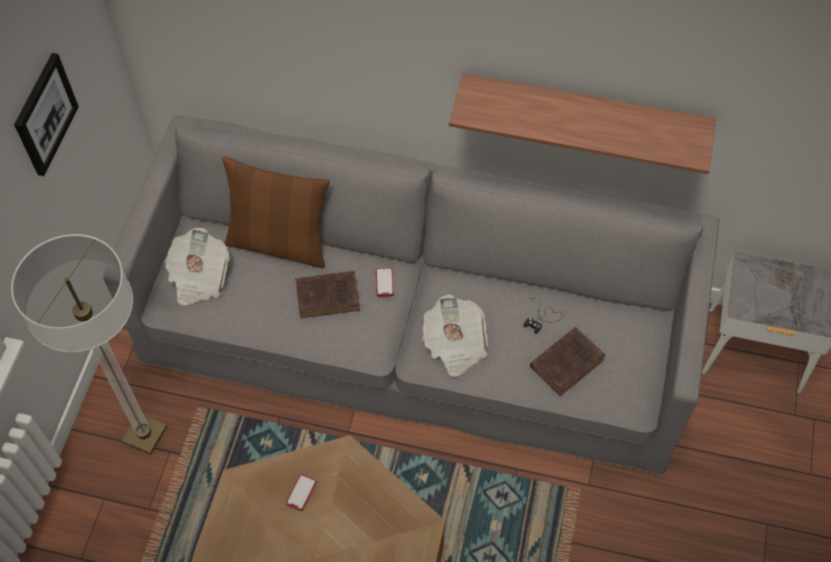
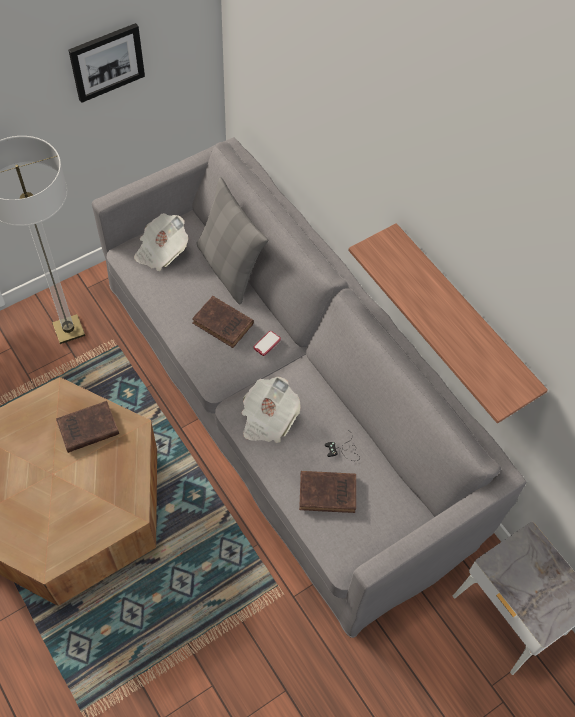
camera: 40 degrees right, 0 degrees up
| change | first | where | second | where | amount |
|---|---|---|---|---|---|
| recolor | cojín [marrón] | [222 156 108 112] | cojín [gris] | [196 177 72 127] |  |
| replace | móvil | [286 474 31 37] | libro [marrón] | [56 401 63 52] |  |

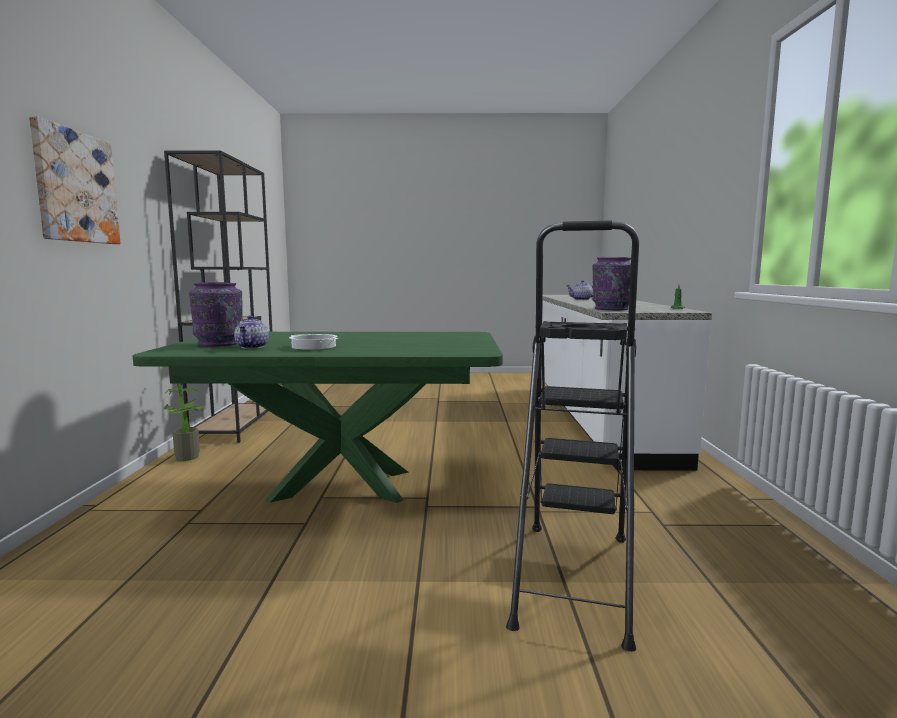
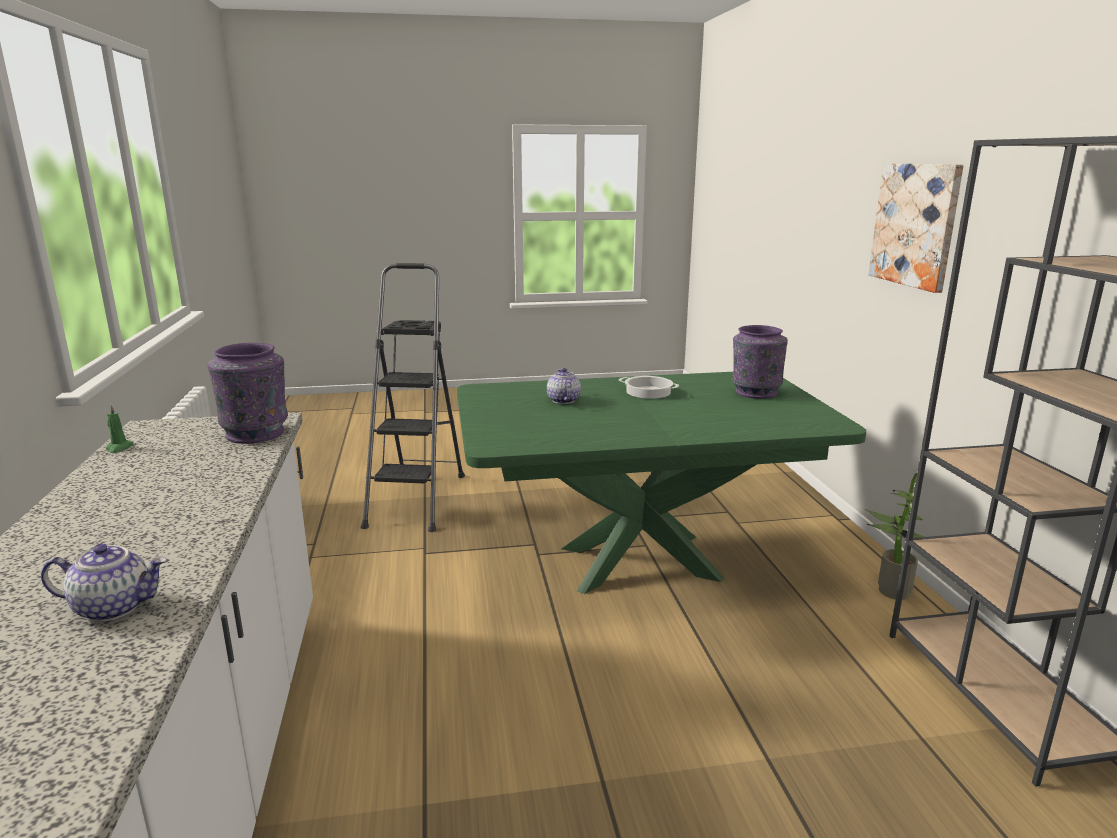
camera: 170 degrees right, 10 degrees up
| change | first | where | second | where | amount |
|---|---|---|---|---|---|
| move | tetera | [234 315 35 34] |  | [547 368 34 36] |  |

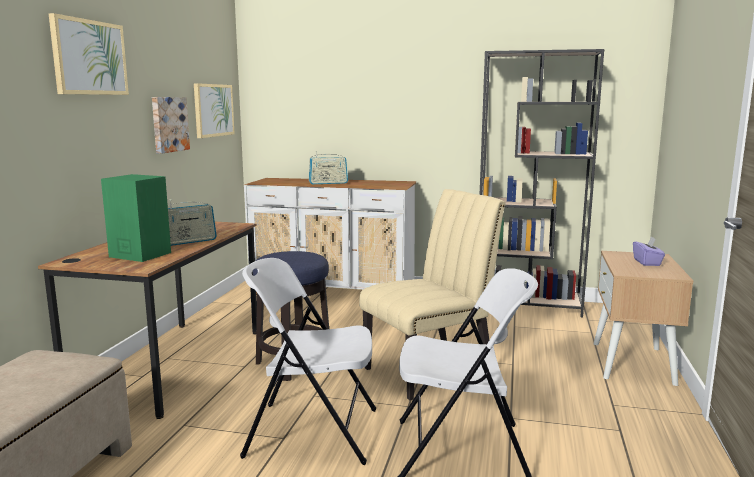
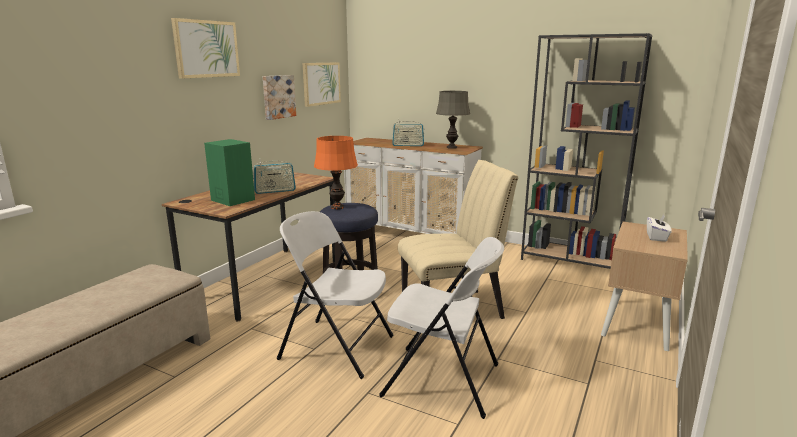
camera: 15 degrees right, 5 degrees up
| change | first | where | second | where | amount |
|---|---|---|---|---|---|
| recolor | caja de pañuelos [morado] | [633 236 32 30] | caja de pañuelos [blanco] | [647 214 25 28] |  |
| insert |  |  | lámpara de mesa [naranja] | [314 136 44 73] |  |
| insert |  |  | lámpara de mesa [gris] | [436 91 34 58] |  |

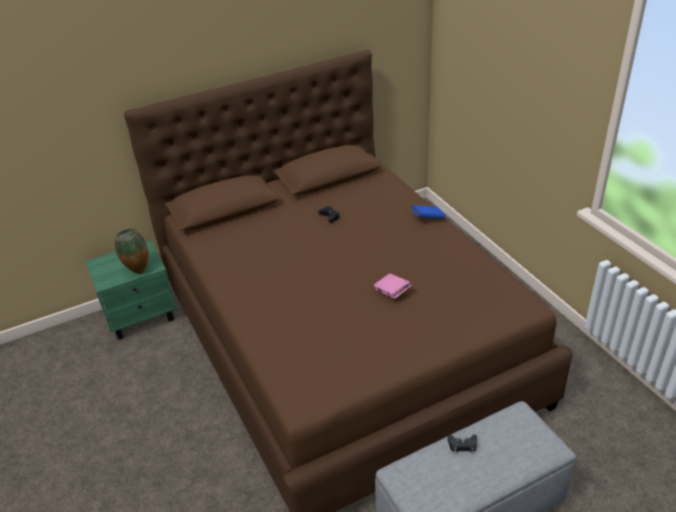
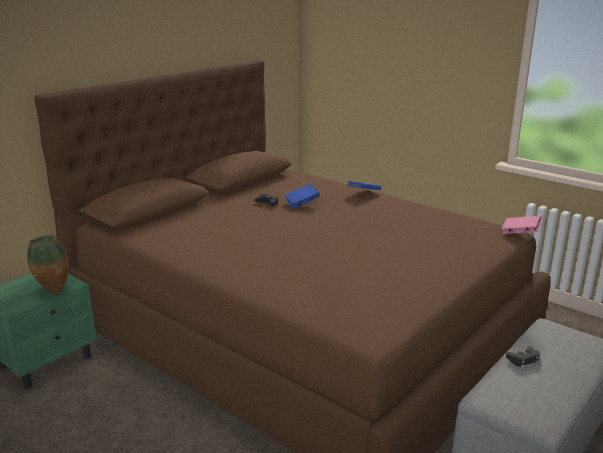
camera: 25 degrees left, 15 degrees down
| change | first | where | second | where | amount |
|---|---|---|---|---|---|
| move | libro [rosa] | [373 274 39 25] |  | [502 215 40 19] |  |
| insert |  |  | libro [azul] | [285 184 35 24] |  |

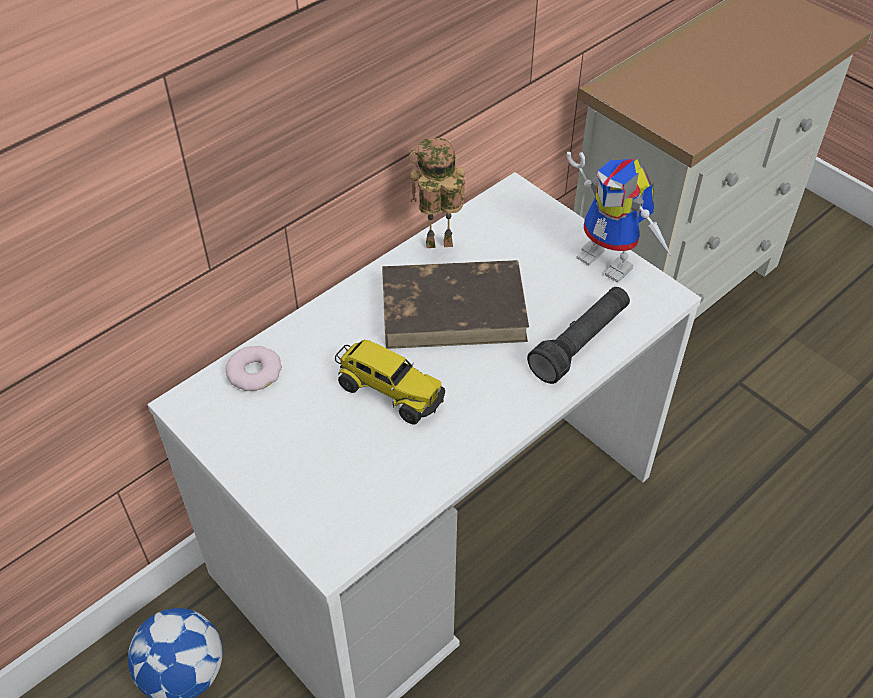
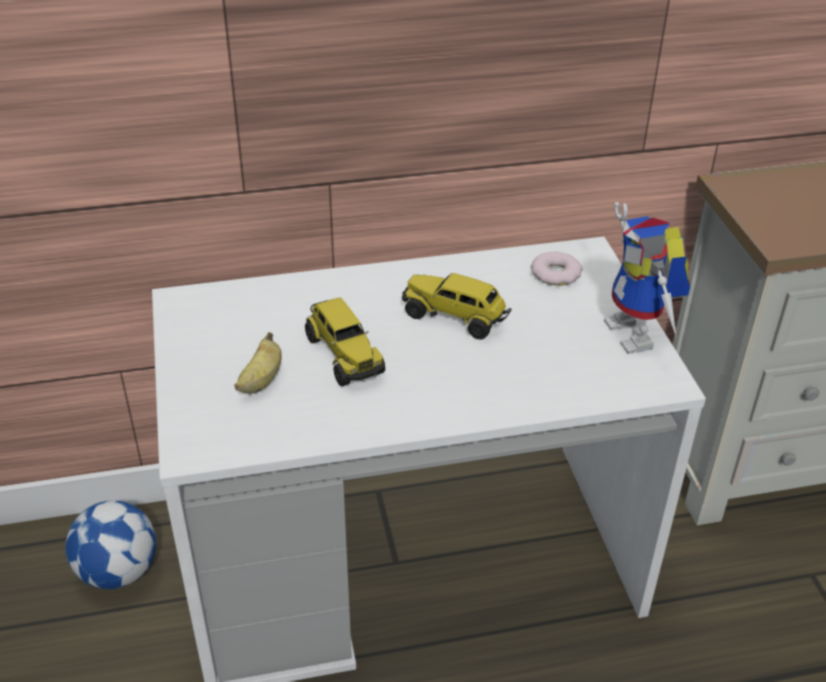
camera: 30 degrees right, 10 degrees down
| change | first | where | second | where | amount |
|---|---|---|---|---|---|
| move | rosquilla | [226 346 56 45] |  | [531 251 51 35] |  |
| replace | libro [marrón] | [382 260 147 89] | camión de juguete | [402 273 110 67] |  |
| delete | robot de juguete | [409 138 56 110] |  |  |  |
| delete | linterna [negro] | [527 287 103 97] |  |  |  |
| insert |  |  | plátano | [234 332 48 61] |  |

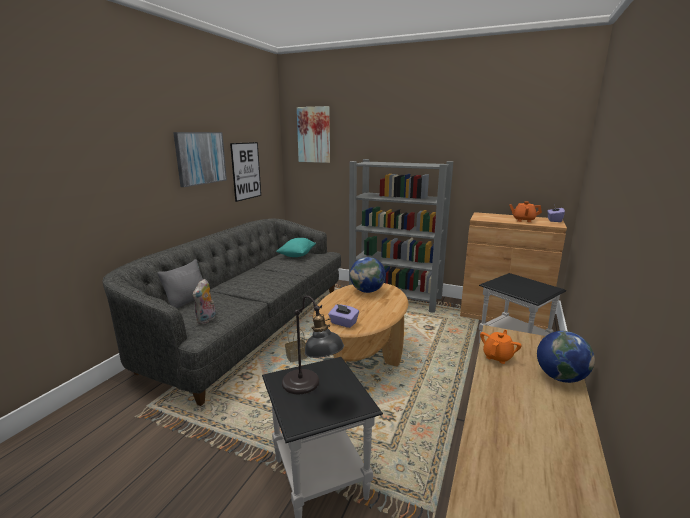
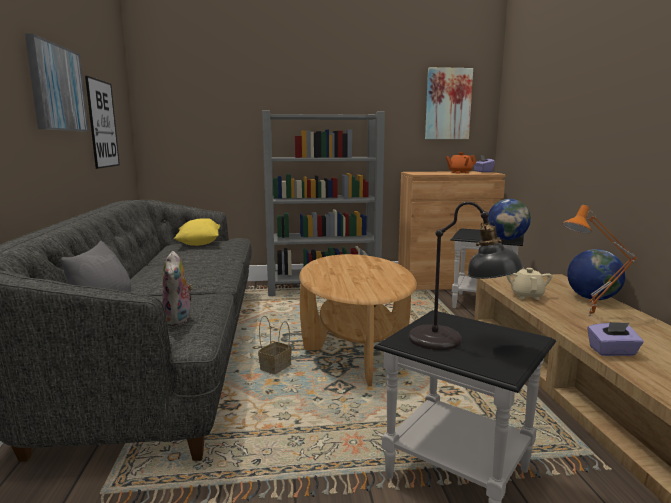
camera: 30 degrees left, 5 degrees down
| change | first | where | second | where | amount |
|---|---|---|---|---|---|
| recolor | cojín [turquesa] | [276 238 40 19] | cojín [amarillo] | [174 218 46 28] |  |
| move | cuadro | [297 106 33 57] |  | [425 67 48 72] |  |
| move | caja de pañuelos [morado] | [328 304 31 24] |  | [587 322 57 34] |  |
| move | globo terráqueo | [350 257 36 36] |  | [488 199 43 41] |  |
| recolor | tetera [naranja] | [480 330 42 34] | tetera [beis] | [506 268 46 32] |  |
| insert |  |  | lámpara de mesa [naranja] | [563 205 74 111] |  |

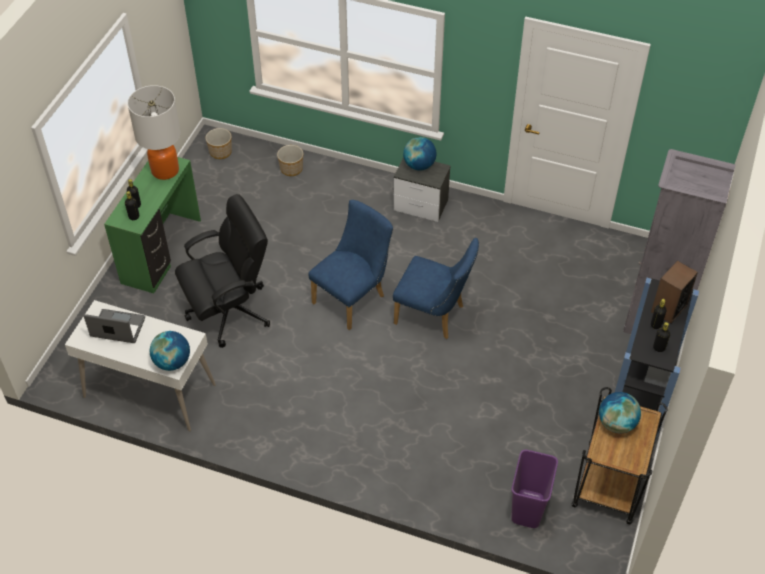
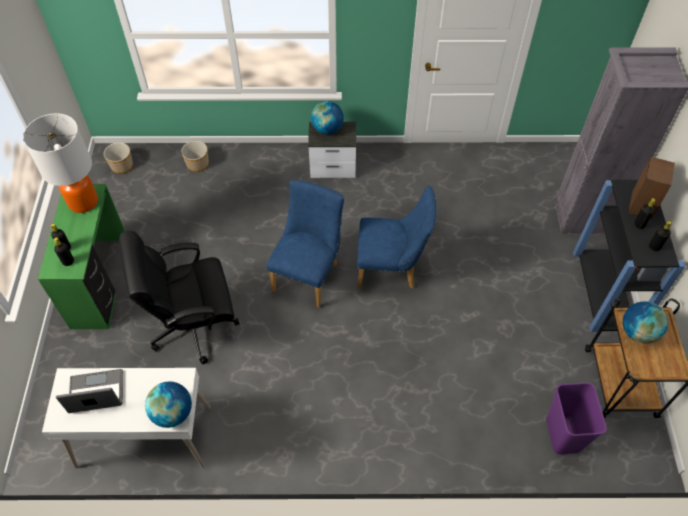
camera: 20 degrees left, 5 degrees up
| change | first | where | second | where | amount |
|---|---|---|---|---|---|
| rotate | silla de oficina [negro] | [175 194 95 154] |  | [119 231 121 133] | 150 degrees counterclockwise |

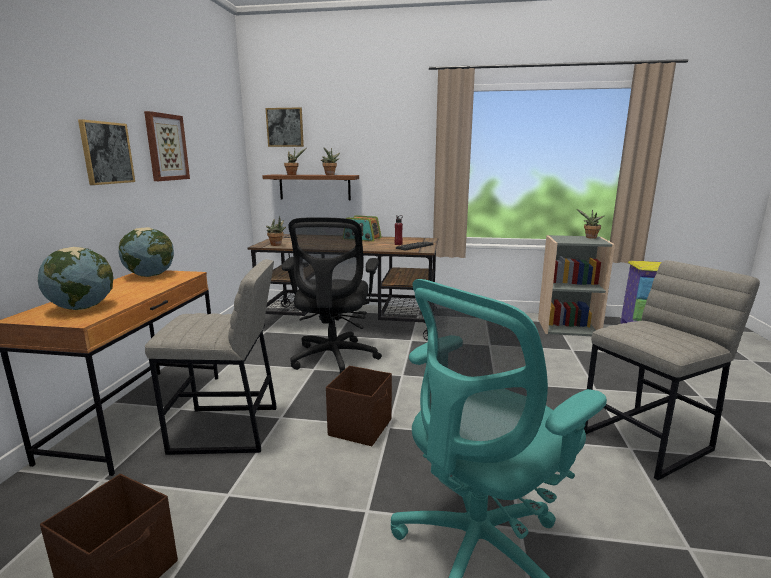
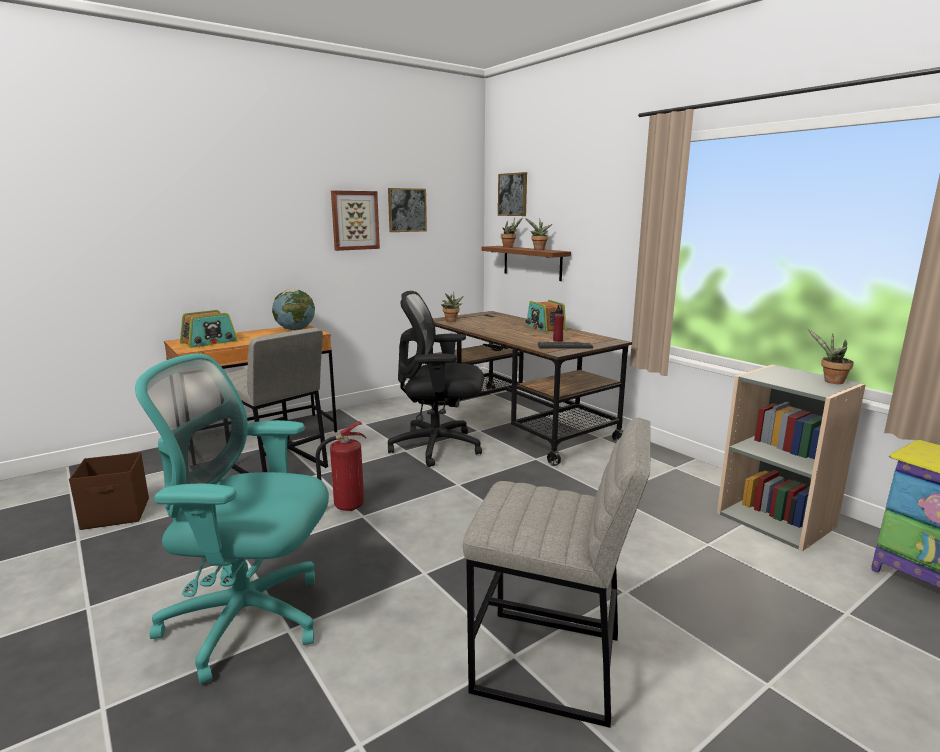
camera: 45 degrees right, 0 degrees up
| change | first | where | second | where | amount |
|---|---|---|---|---|---|
| replace | globo terráqueo | [38 247 75 63] | radio | [180 310 57 38] |  |
| move | cuadro | [78 119 57 66] |  | [388 188 39 44] |  |
| rotate | silla de oficina [negro] | [282 217 100 157] |  | [388 291 96 176] | 45 degrees clockwise |
| replace | caja de almacenaje [marrón] | [326 366 66 80] | extintor | [316 421 50 90] |  |

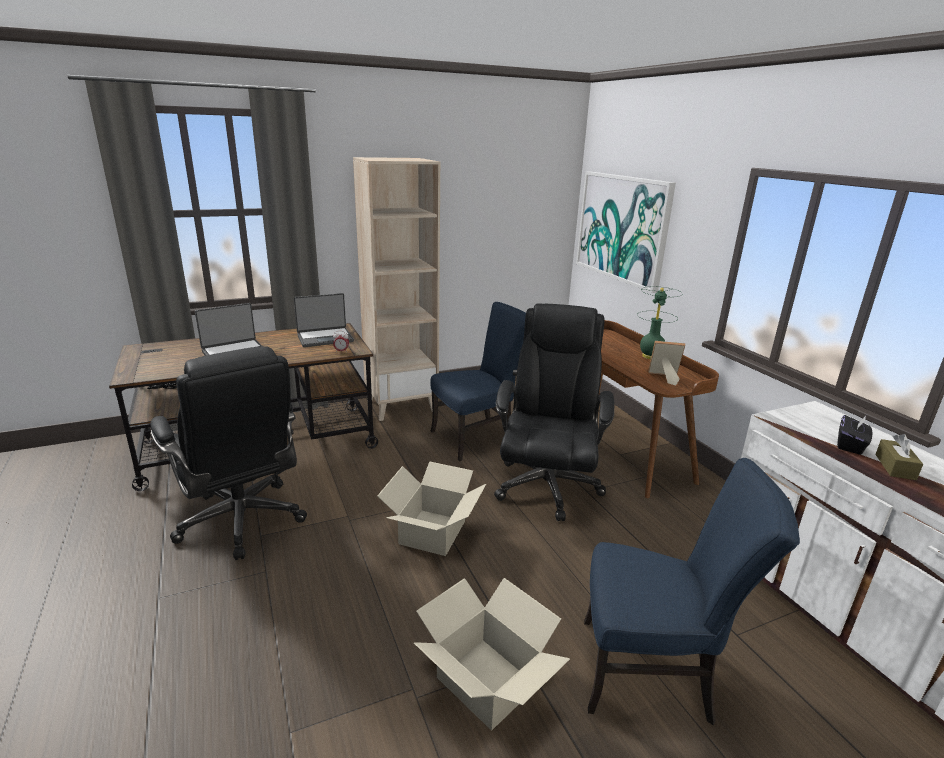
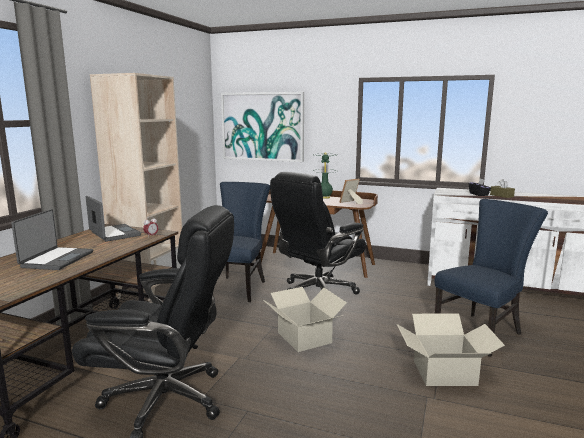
camera: 45 degrees left, 10 degrees down
| change | first | where | second | where | amount |
|---|---|---|---|---|---|
| rotate | portátil | [294 293 60 54] |  | [86 196 55 46] | 60 degrees counterclockwise |
| rotate | silla de oficina [negro] | [494 304 121 217] |  | [270 172 96 123] | 105 degrees counterclockwise |

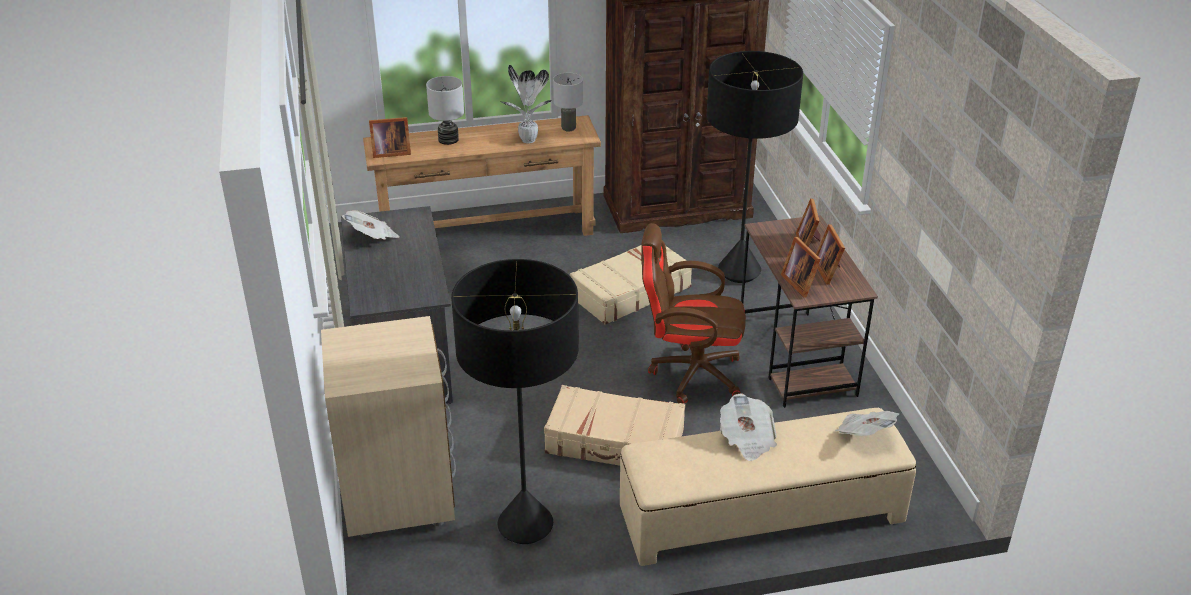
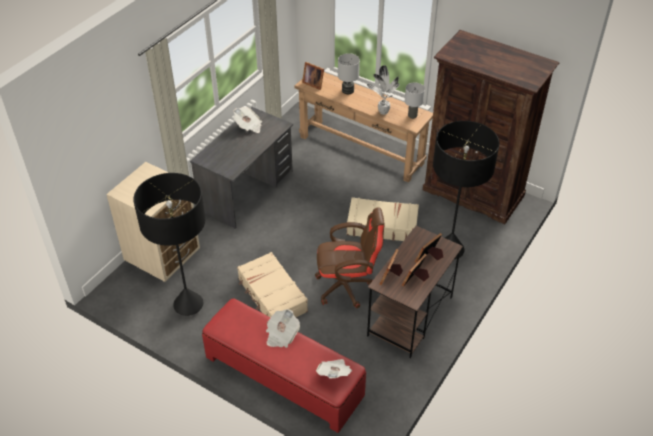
camera: 45 degrees right, 10 degrees up
| change | first | where | second | where | amount |
|---|---|---|---|---|---|
| recolor | banco [beis] | [620 408 296 158] | banco [rojo] | [202 298 164 135] |  |
| rotate | silla de oficina [marrón] | [641 223 105 181] |  | [315 207 70 101] | 120 degrees clockwise |

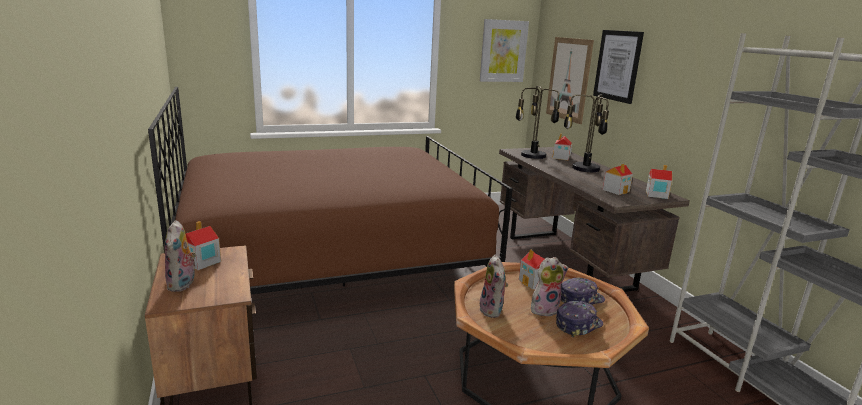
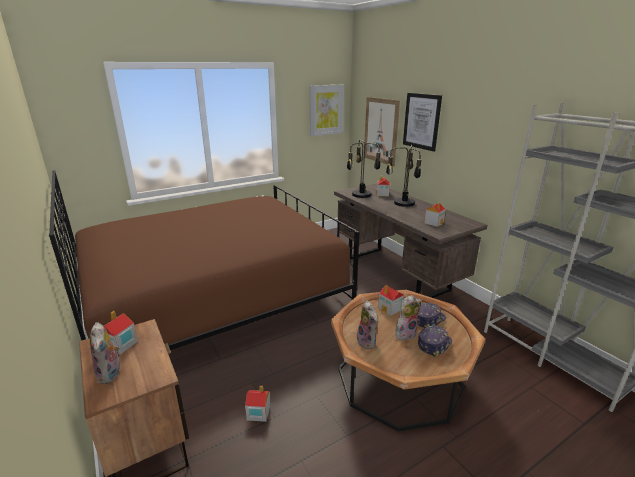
camera: 10 degrees left, 5 degrees up
| change | first | where | second | where | amount |
|---|---|---|---|---|---|
| move | casita | [646 165 26 34] |  | [245 386 25 36] |  |

